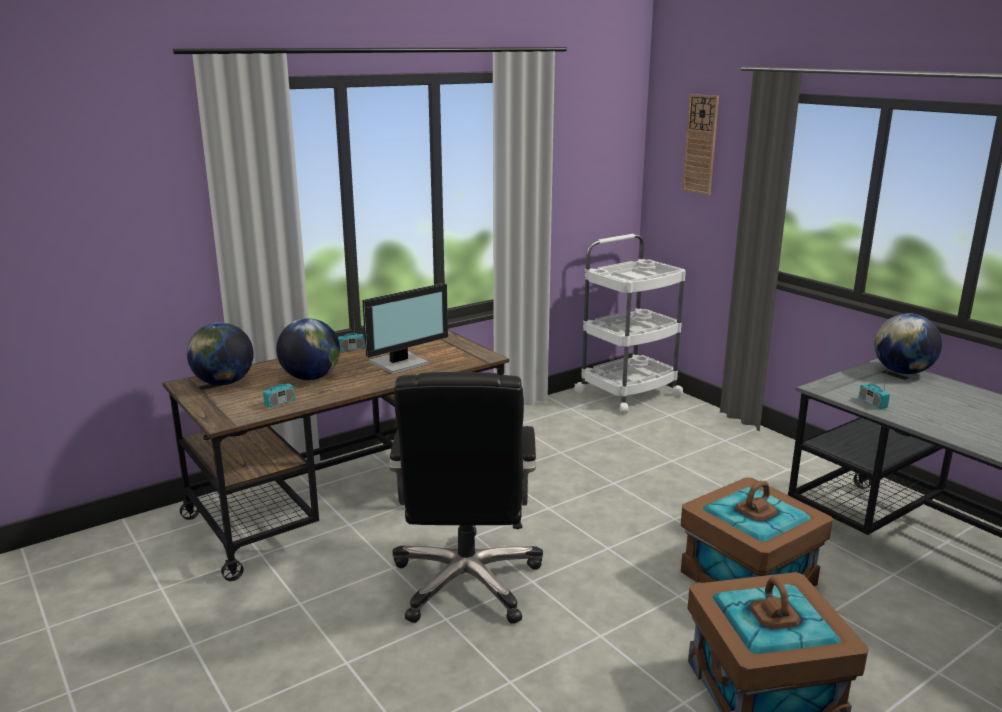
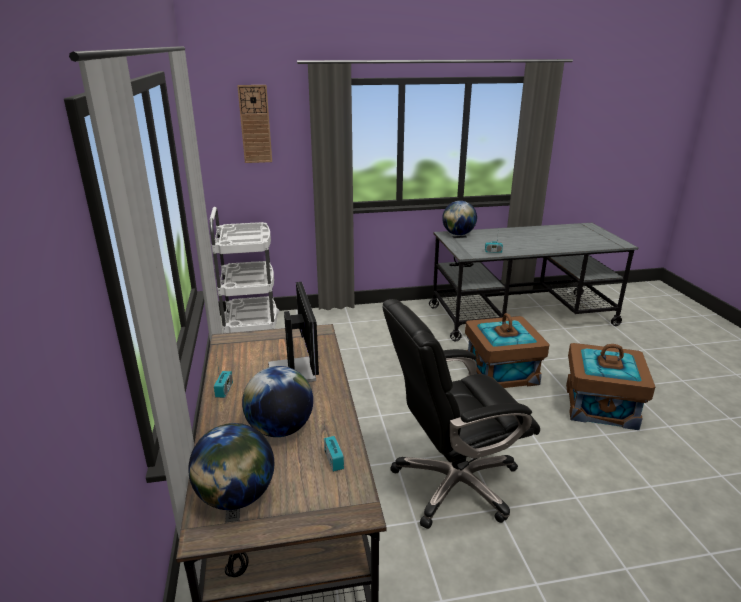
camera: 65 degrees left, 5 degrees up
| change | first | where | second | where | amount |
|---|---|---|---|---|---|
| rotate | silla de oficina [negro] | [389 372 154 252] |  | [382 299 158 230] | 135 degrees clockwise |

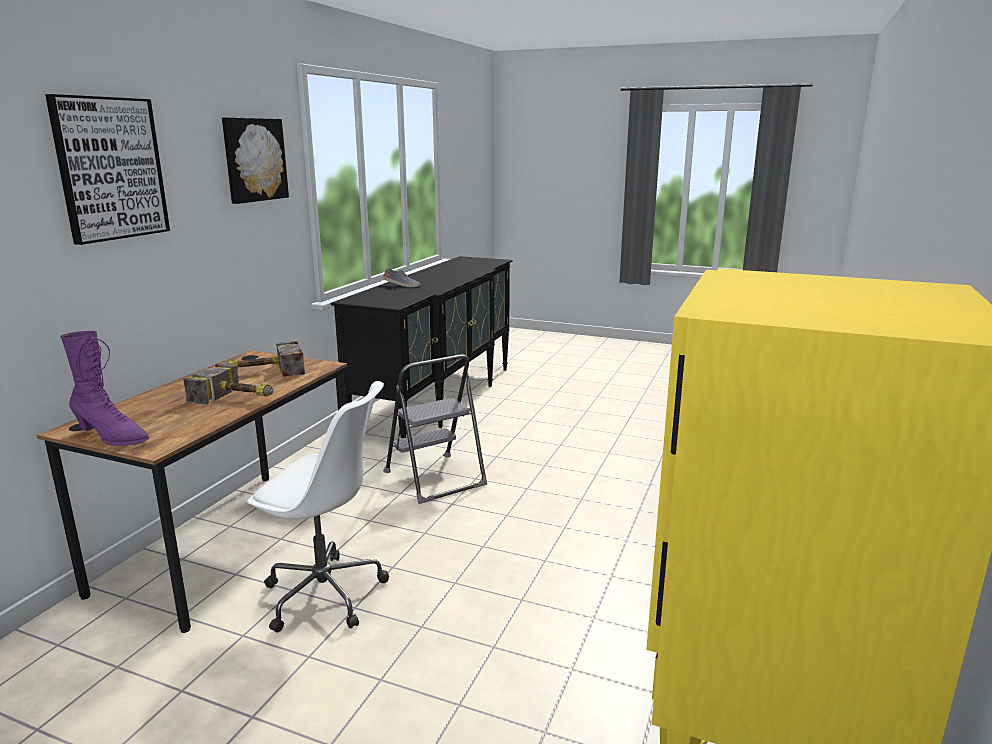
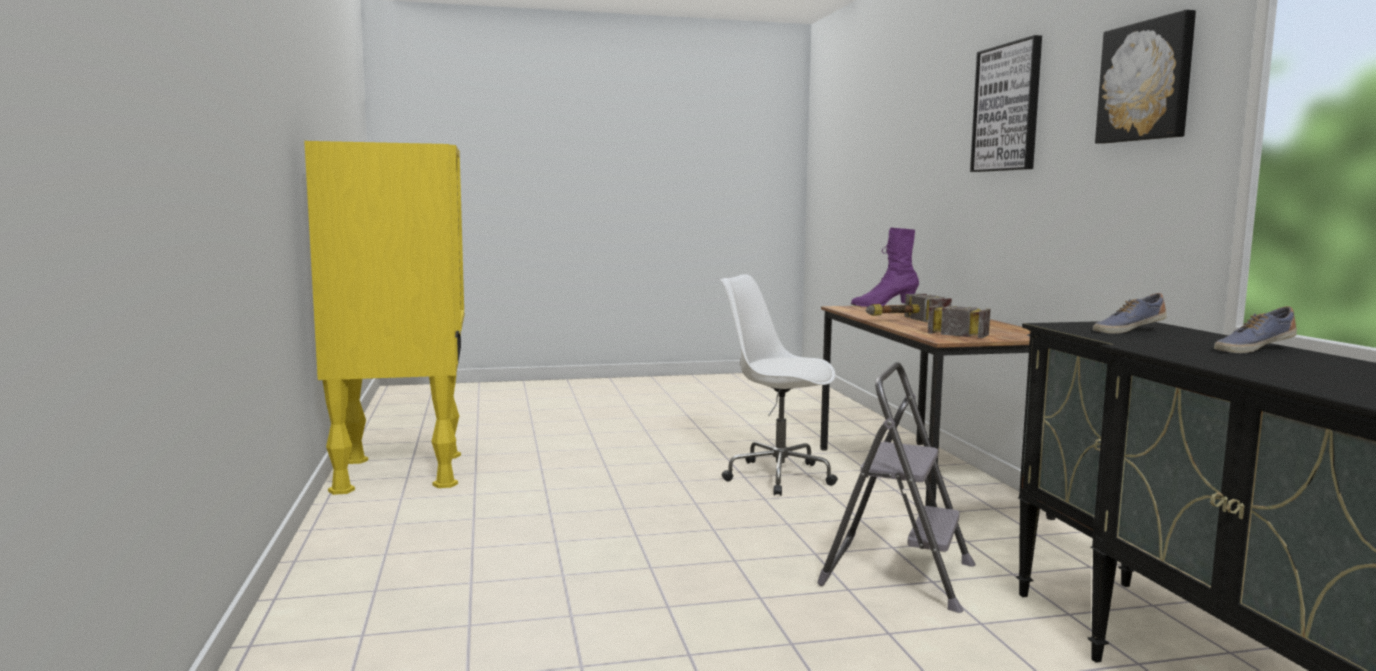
camera: 145 degrees right, 10 degrees down
| change | first | where | second | where | amount |
|---|---|---|---|---|---|
| rotate | silla de oficina [blanco] | [247 381 143 252] |  | [720 274 118 222] | 45 degrees clockwise |
| insert |  |  | zapato | [1093 293 74 41] |  |

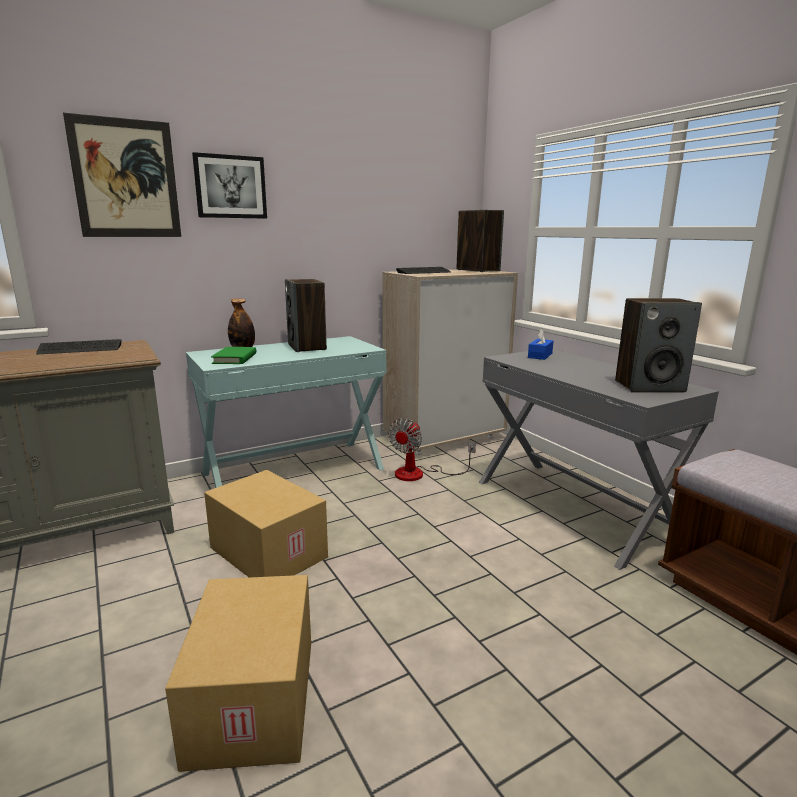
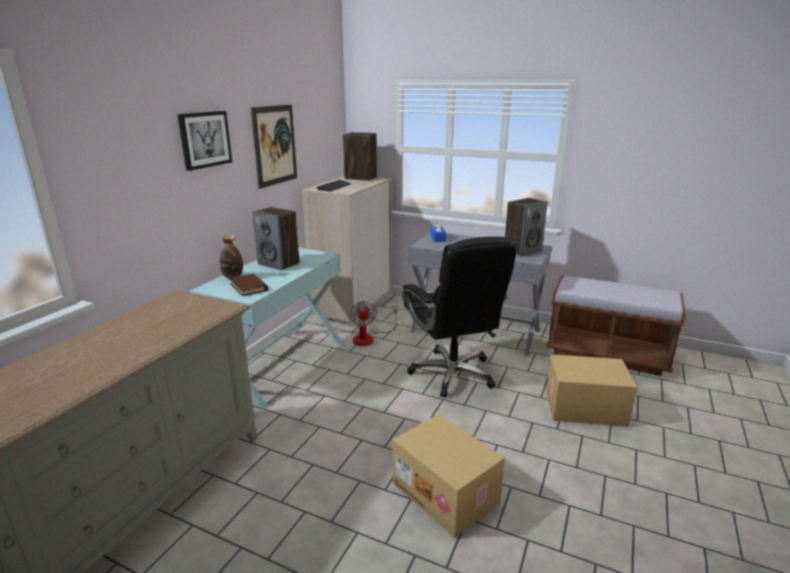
camera: 35 degrees left, 5 degrees up
| change | first | where | second | where | amount |
|---|---|---|---|---|---|
| delete | teclado | [36 339 86 15] |  |  |  |
| move | cuadro | [63 113 118 124] |  | [251 105 46 84] |  |
| move | caja de cartón | [204 470 124 108] |  | [546 354 91 73] |  |
| recolor | libro [verde] | [211 347 45 17] | libro [marrón] | [230 274 38 22] |  |
| insert |  |  | silla de oficina [negro] | [402 236 115 162] |  |

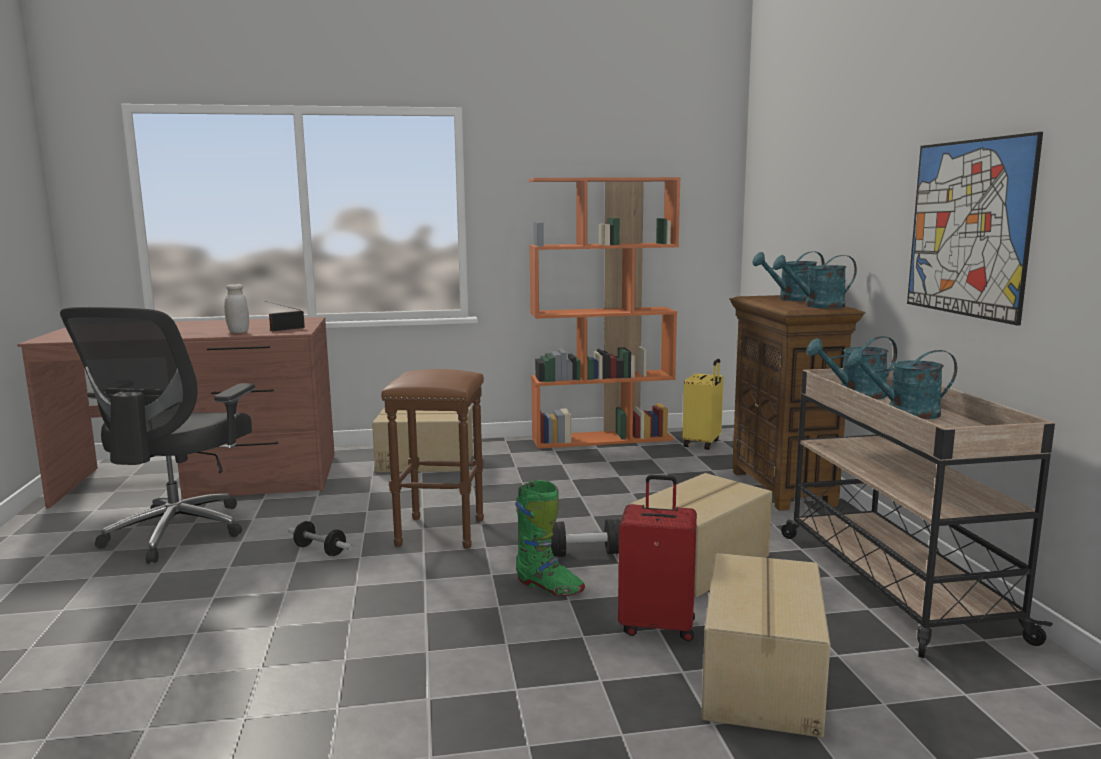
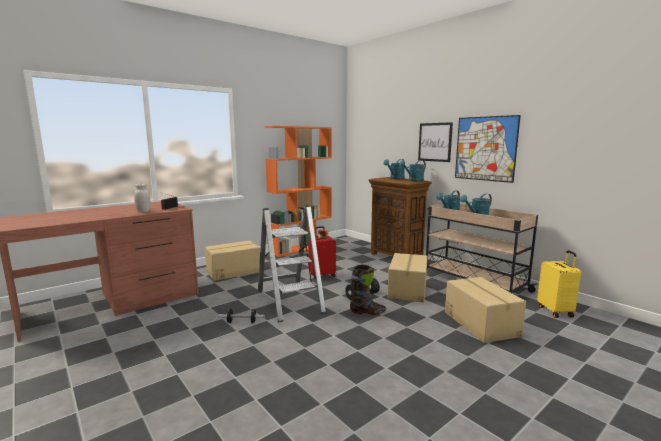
camera: 30 degrees left, 0 degrees up
| change | first | where | second | where | amount |
|---|---|---|---|---|---|
| delete | silla de oficina | [60 307 195 256] |  |  |  |
| replace | taburete [marrón] | [381 369 103 180] | escalera de tijera [gris] | [258 205 68 117] |  |
| recolor | bota [verde] | [515 480 70 116] | bota [negro] | [350 265 36 50] |  |
| move | maleta [rojo] | [618 475 79 166] |  | [308 226 28 53] |  |
| move | maleta [amarillo] | [682 359 41 91] |  | [537 250 44 68] |  |
| insert |  |  | cuadro | [418 122 35 40] |  |

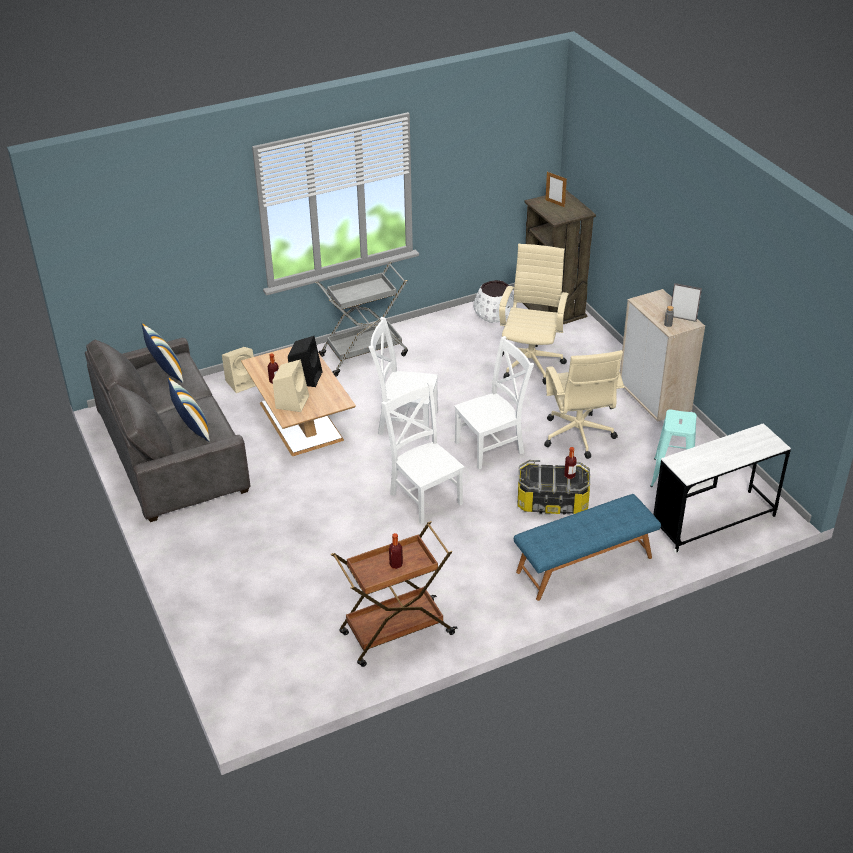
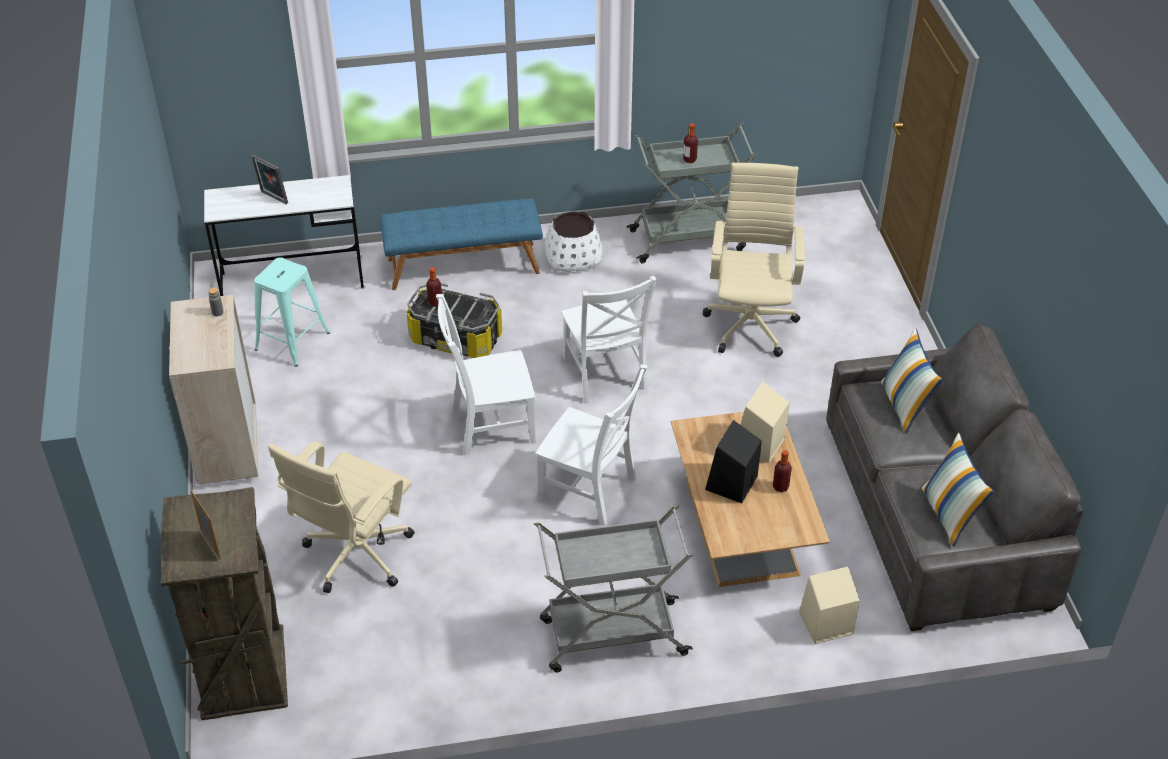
camera: 165 degrees left, 5 degrees up
| change | first | where | second | where | amount |
|---|---|---|---|---|---|
| recolor | carrito [marrón] | [331 521 127 146] | carrito [gris] | [627 123 130 140] |  |
| move | maceta [blanco] | [474 280 43 43] |  | [545 211 58 61] |  |
| move | silla de oficina [beis] | [544 350 80 109] |  | [703 163 102 194] |  |
| move | portarretratos | [671 283 31 39] |  | [251 154 37 50] |  |

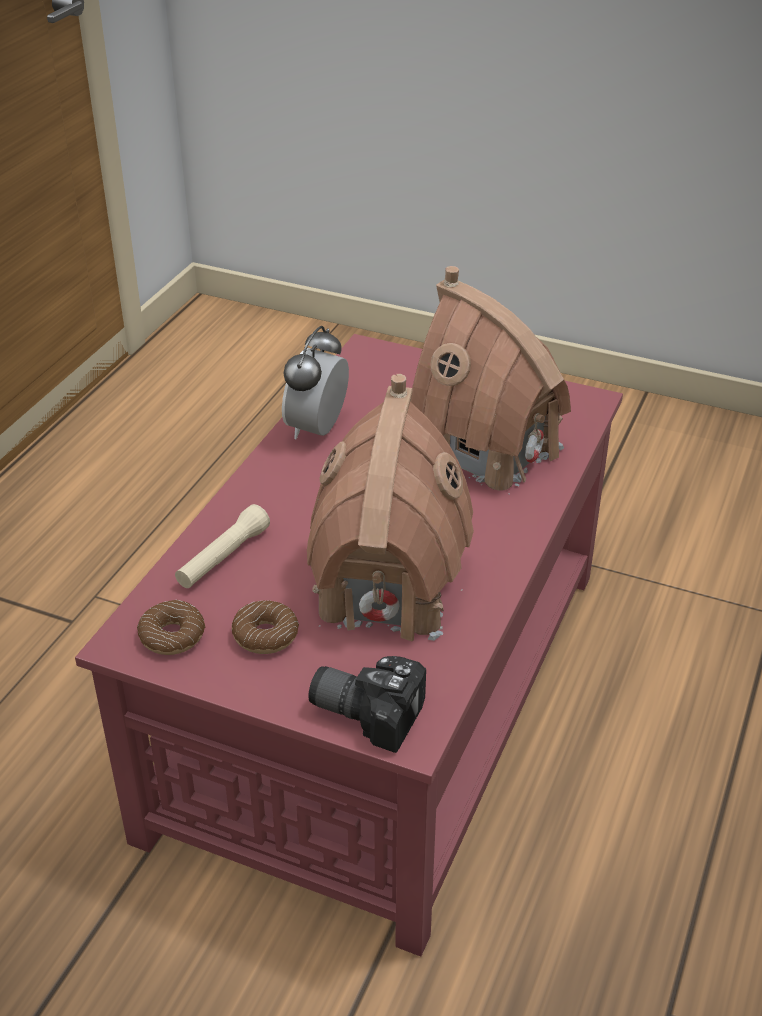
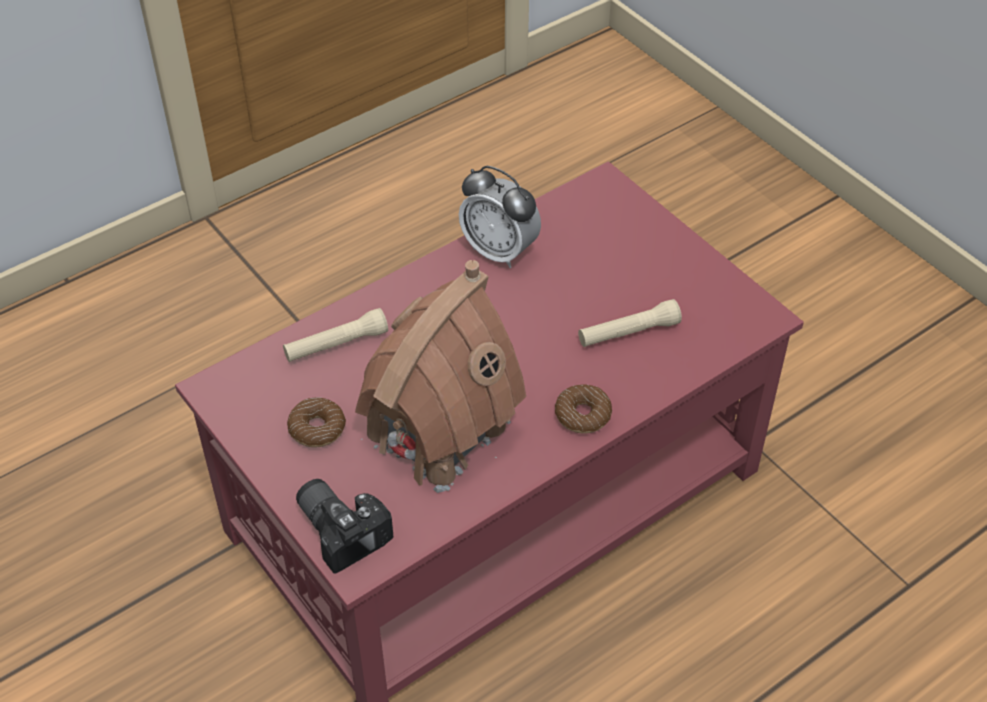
camera: 30 degrees right, 10 degrees up
| change | first | where | second | where | amount |
|---|---|---|---|---|---|
| move | rosquilla | [137 600 68 55] |  | [555 384 57 50] |  |
| rotate | despertador | [282 326 67 114] |  | [459 166 82 102] | 105 degrees counterclockwise |
| replace | casita | [411 266 160 229] | linterna [beis] | [578 299 104 48] |  |

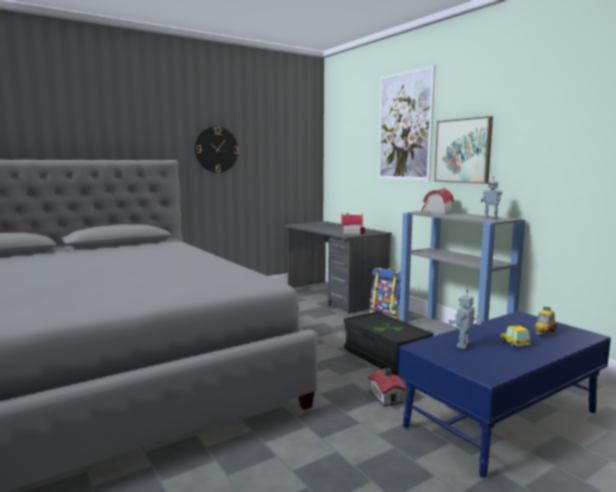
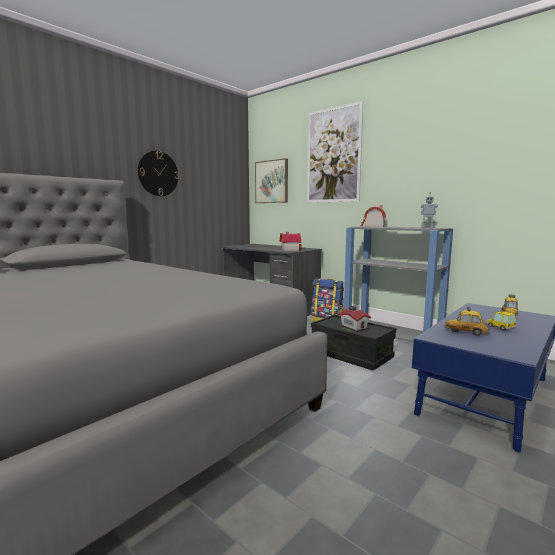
camera: 15 degrees left, 0 degrees up
| change | first | where | second | where | amount |
|---|---|---|---|---|---|
| move | casita | [368 368 38 38] |  | [338 306 33 26] |  |
| move | cuadro | [434 116 59 68] |  | [255 158 33 45] |  |
| replace | robot de juguete | [448 290 34 59] | coche de juguete | [445 307 45 29] |  |

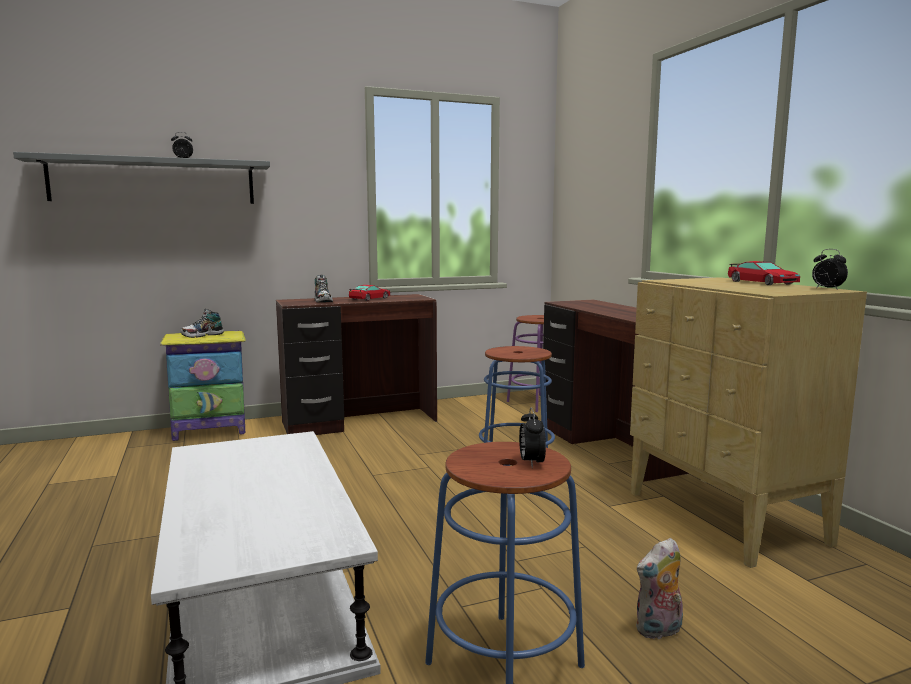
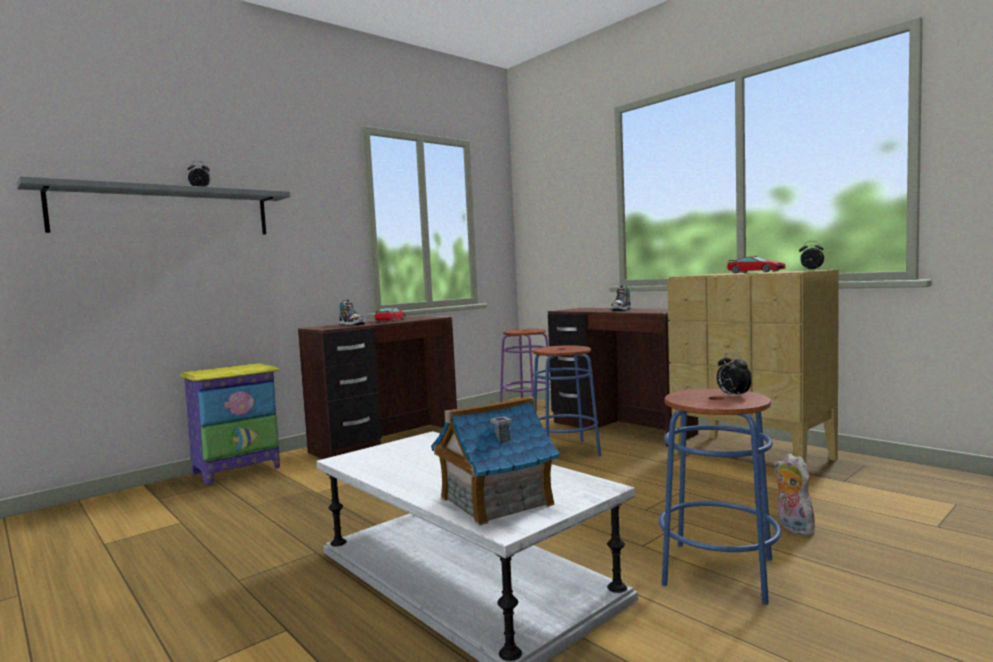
camera: 20 degrees left, 5 degrees down
| change | first | where | second | where | amount |
|---|---|---|---|---|---|
| move | zapato | [180 309 44 29] |  | [611 286 20 25] |  |
| rotate | peluche | [636 538 47 102] |  | [775 454 43 82] | 120 degrees clockwise |
| insert |  |  | casita | [431 396 129 130] |  |

